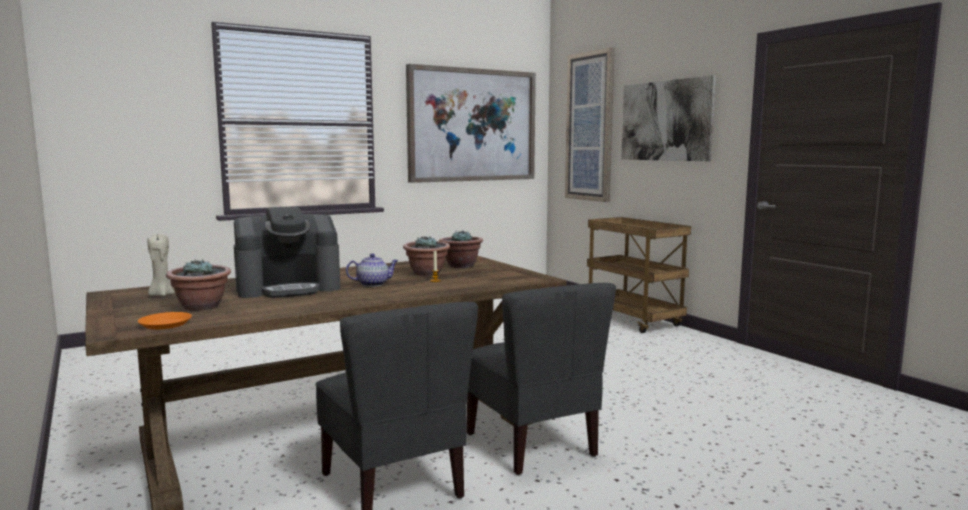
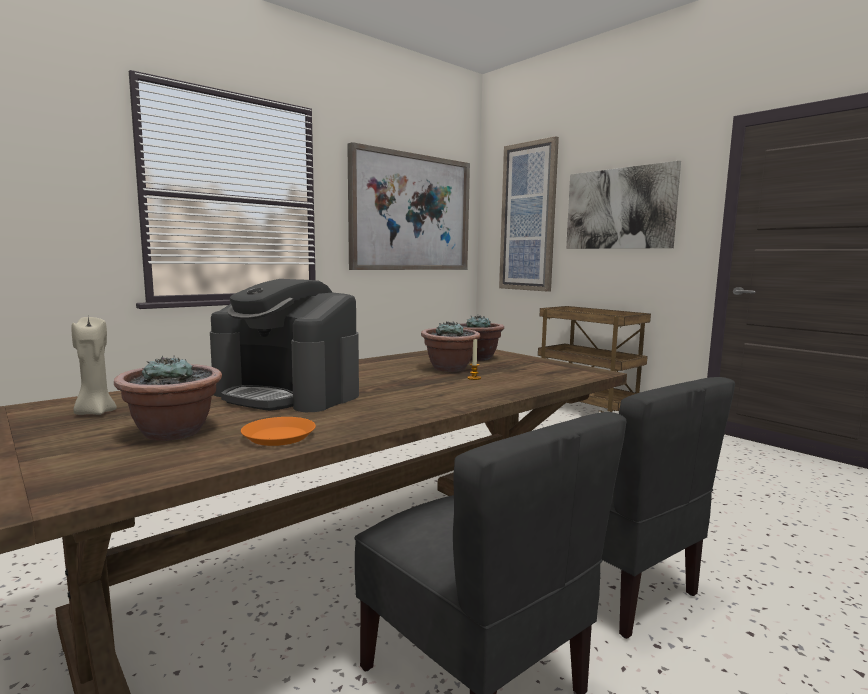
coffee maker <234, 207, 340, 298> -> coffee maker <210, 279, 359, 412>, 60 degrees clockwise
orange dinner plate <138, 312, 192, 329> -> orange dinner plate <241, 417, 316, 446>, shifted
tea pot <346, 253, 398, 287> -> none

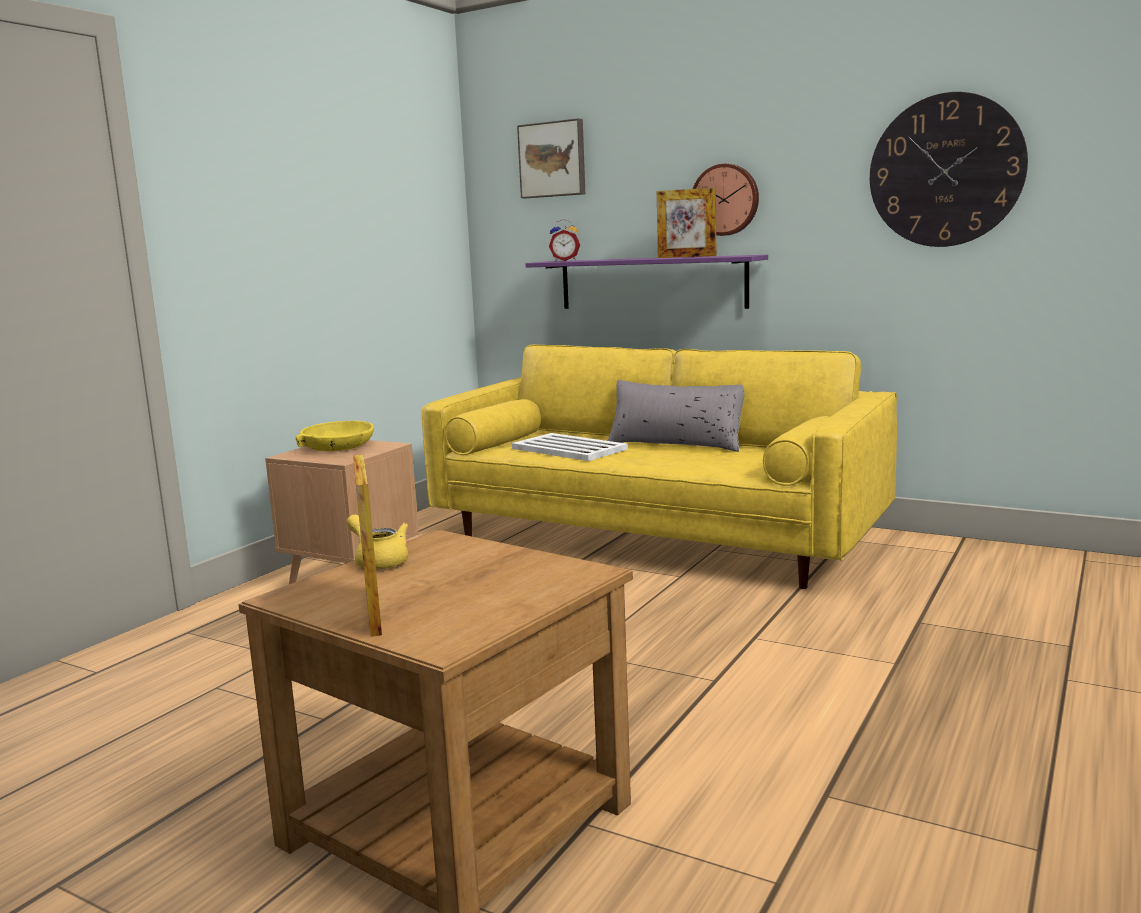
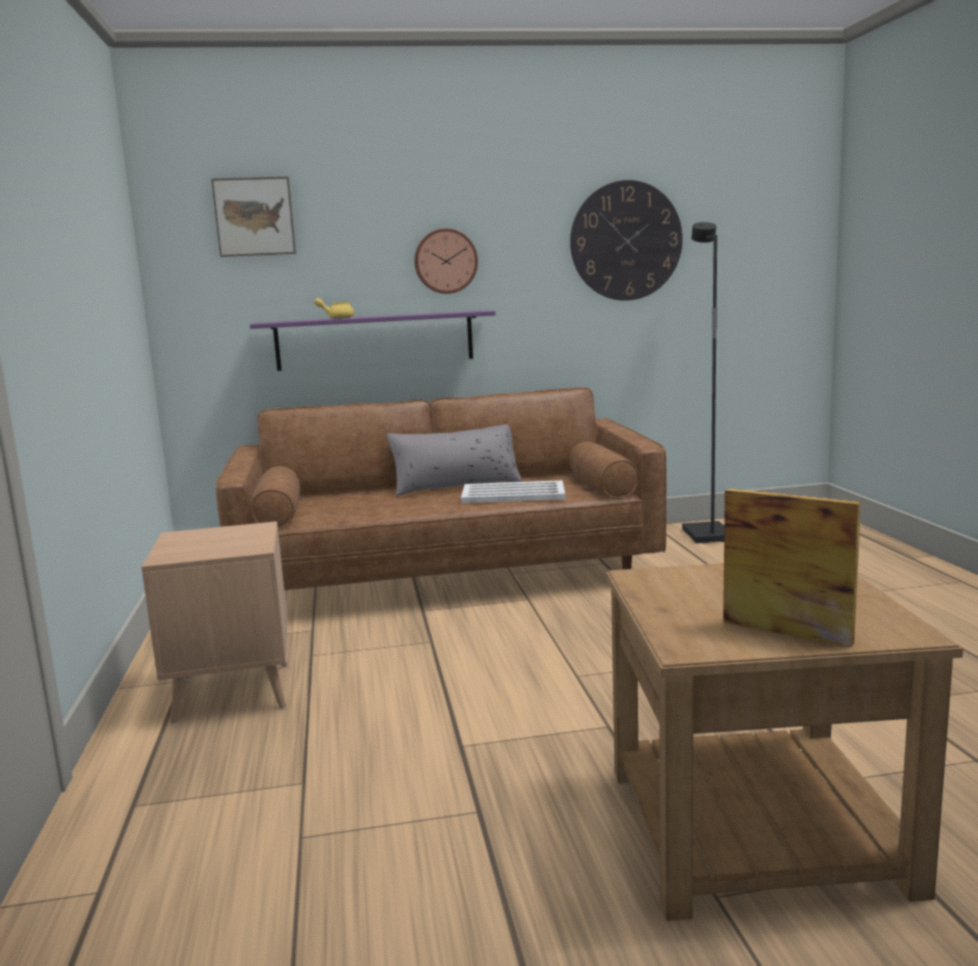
yellow couch <422, 345, 897, 589> -> brownish couch <216, 387, 666, 590>
yellow tea pot <347, 514, 408, 569> -> yellow tea pot <314, 298, 355, 319>, shifted
whitish serving tray <512, 433, 628, 461> -> whitish serving tray <461, 480, 565, 503>, shifted
none -> blackish floor lamp <682, 222, 724, 544>
yellow serving bowl <295, 421, 374, 451> -> none
bedside clock <549, 219, 580, 261> -> none
standing frame <657, 188, 716, 258> -> none

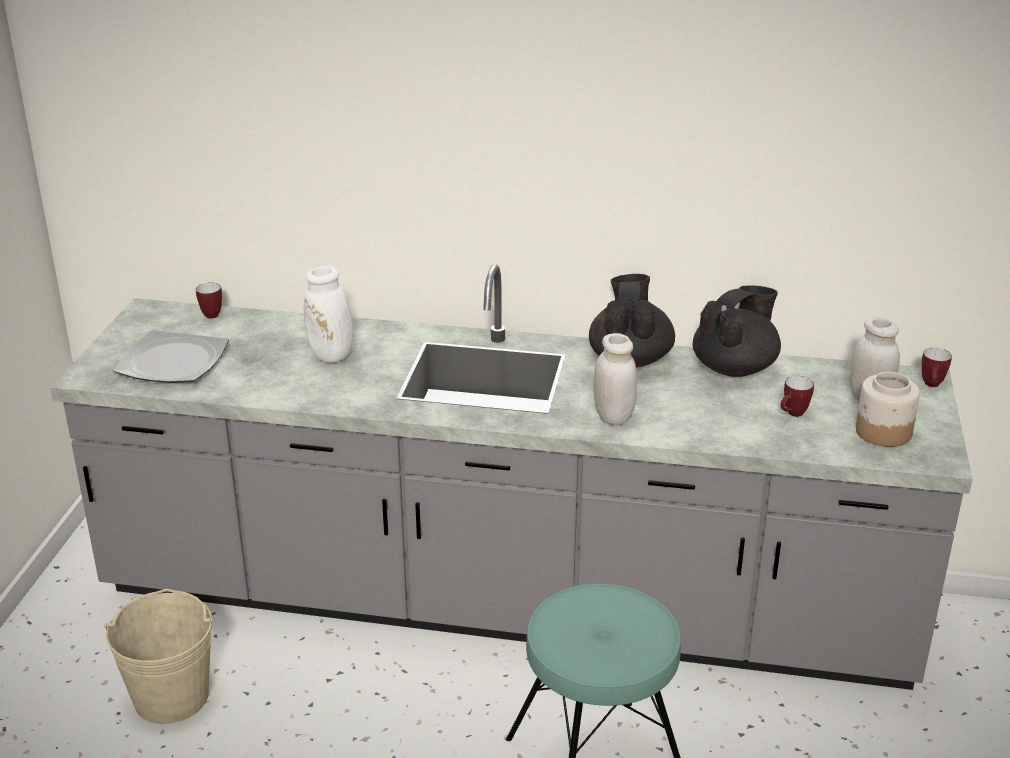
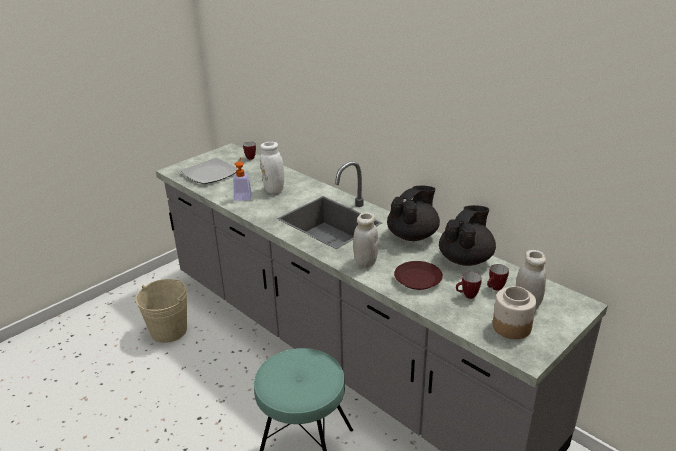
none -> liquid soap bottle <233, 158, 252, 201>
none -> brownish dinner plate <394, 261, 443, 290>
blackish tea pot <693, 286, 781, 377> -> blackish tea pot <439, 205, 496, 266>, 45 degrees counterclockwise
tea mug <922, 348, 952, 387> -> tea mug <487, 264, 509, 291>, shifted

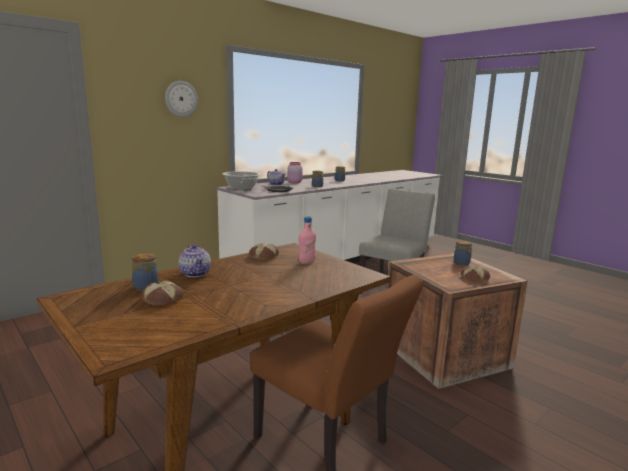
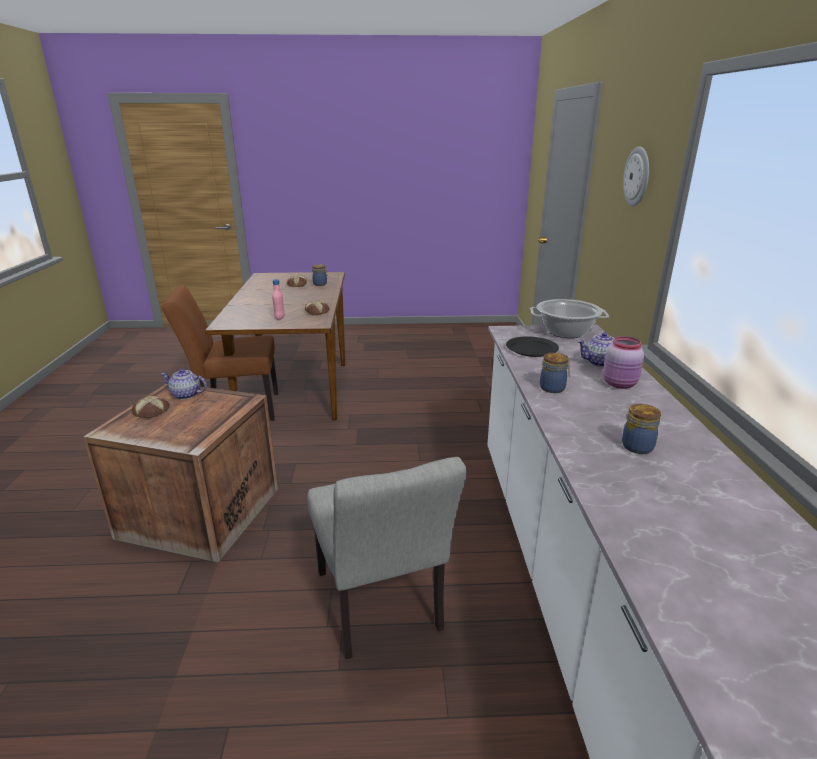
tea pot <179, 244, 211, 277> -> tea pot <161, 369, 207, 400>, shifted
jar <454, 241, 473, 265> -> none

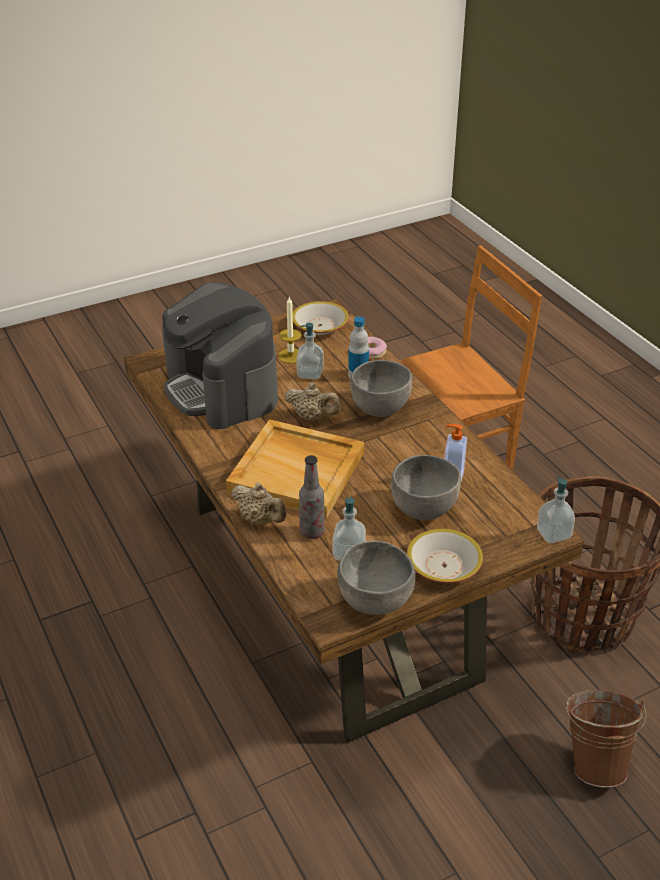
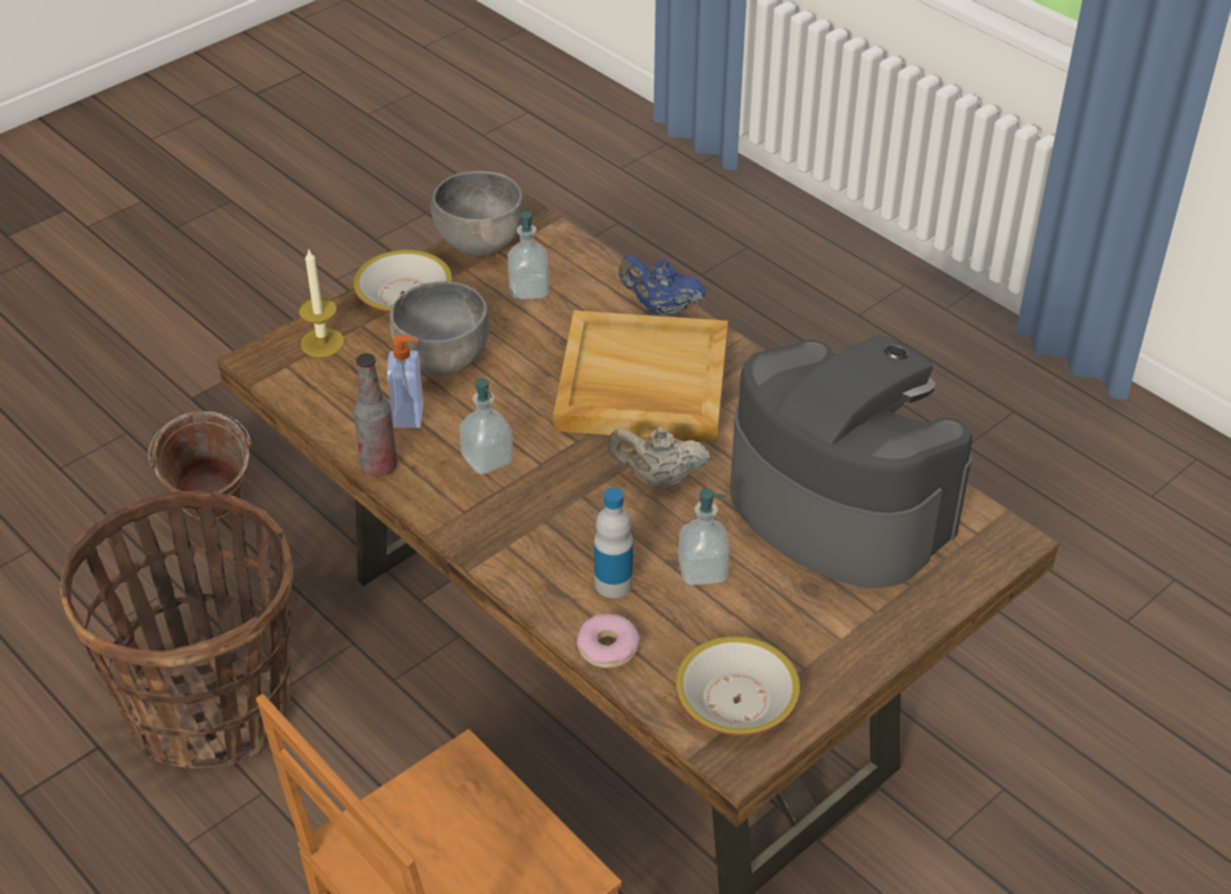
candle <278, 297, 301, 364> -> candle <299, 250, 345, 357>, shifted
bottle <299, 455, 325, 539> -> bottle <353, 353, 397, 477>, shifted
liquid soap bottle <537, 477, 575, 543> -> liquid soap bottle <459, 378, 513, 475>, shifted
beige tea pot <231, 483, 286, 525> -> blue tea pot <619, 256, 706, 317>
greyish serving bowl <350, 360, 412, 417> -> none

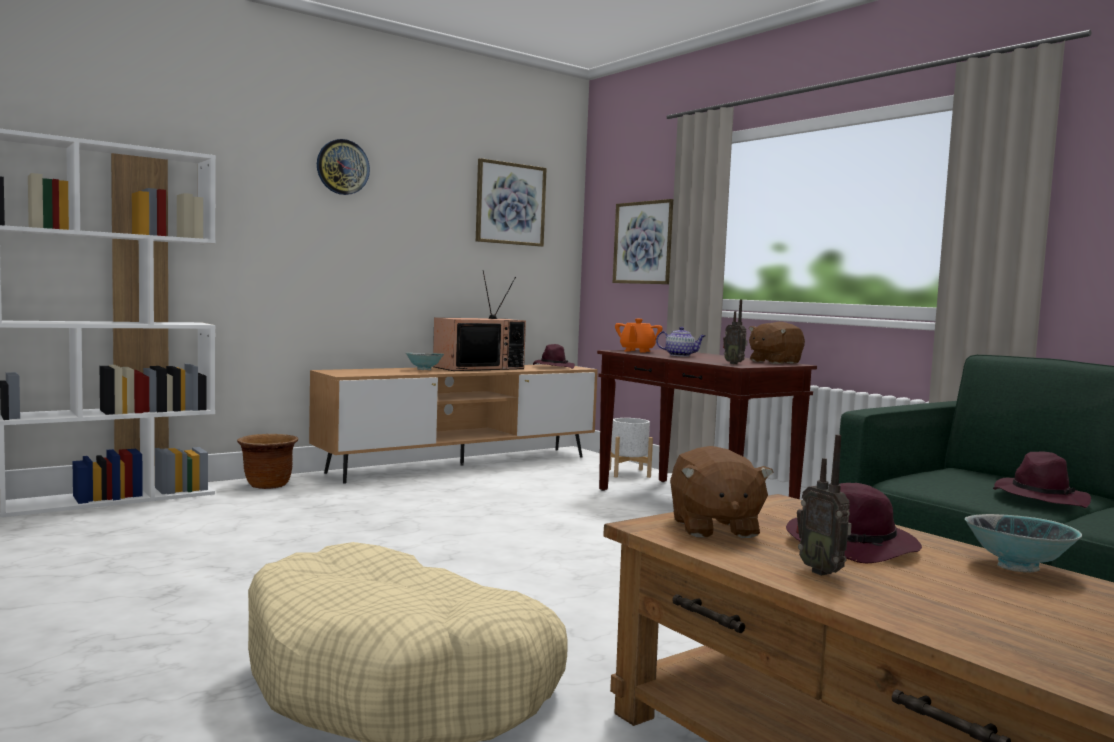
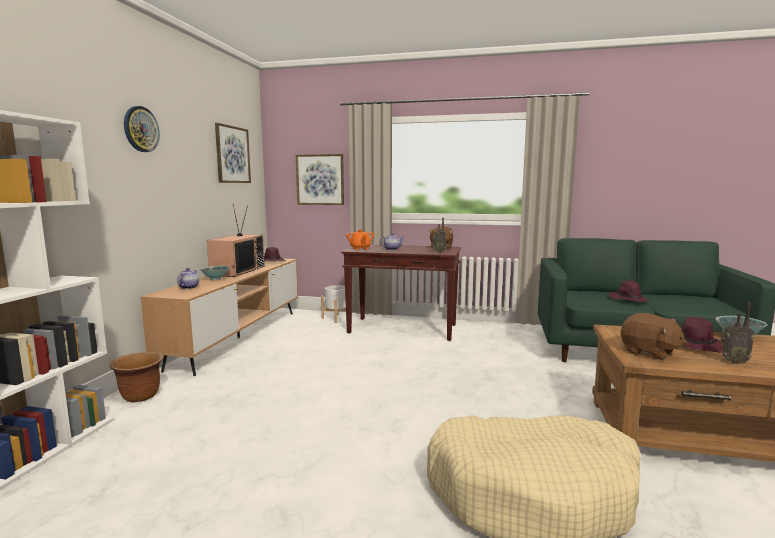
none -> tea pot <177, 268, 199, 289>

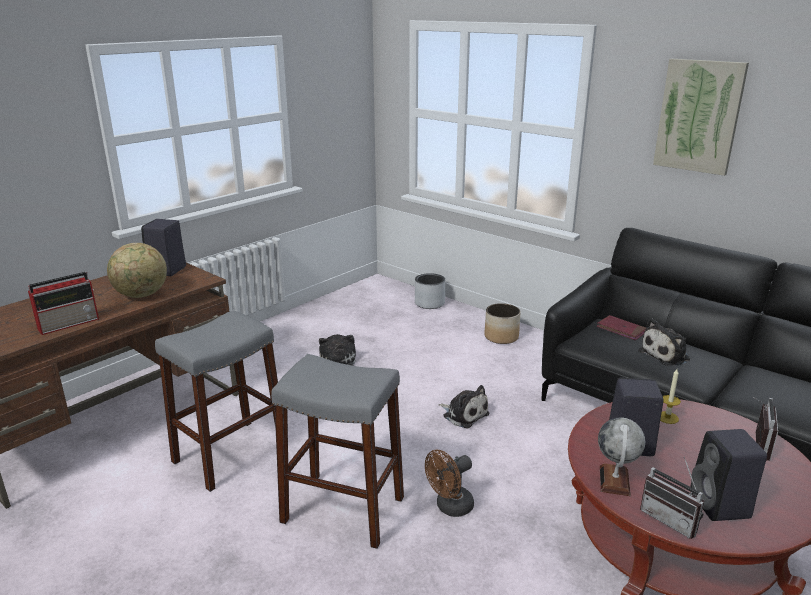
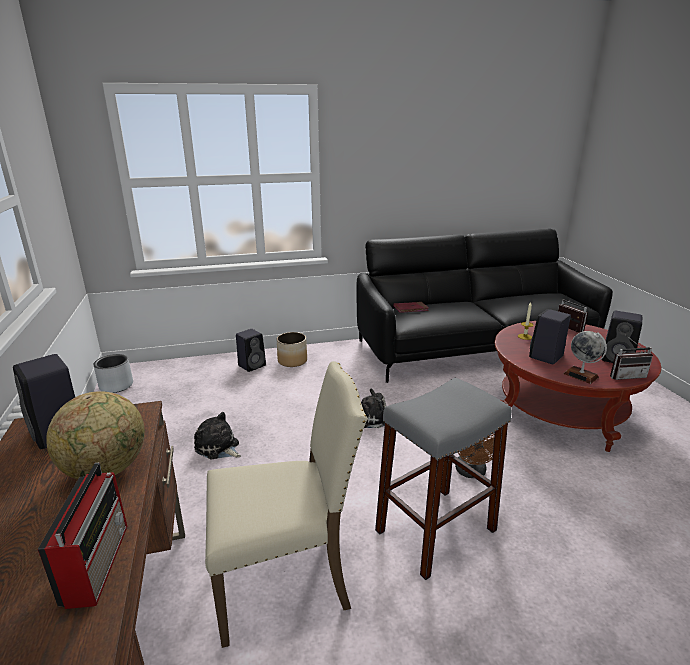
greyish flower pot <415, 273, 445, 309> -> greyish flower pot <93, 354, 133, 393>, shifted
greyish stool seat <155, 310, 278, 492> -> beige upright chair <205, 361, 368, 648>
none -> blackish speaker <236, 329, 266, 372>
plush toy <638, 318, 690, 366> -> none
wall picture <653, 59, 749, 176> -> none

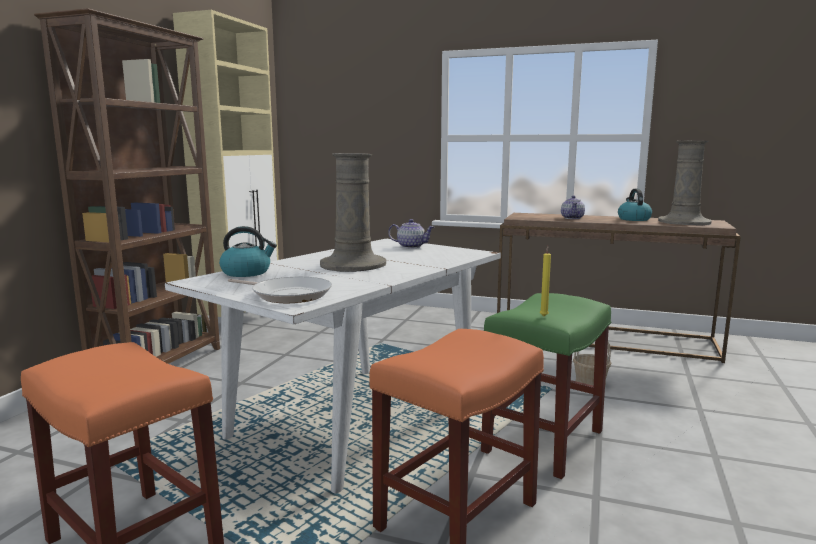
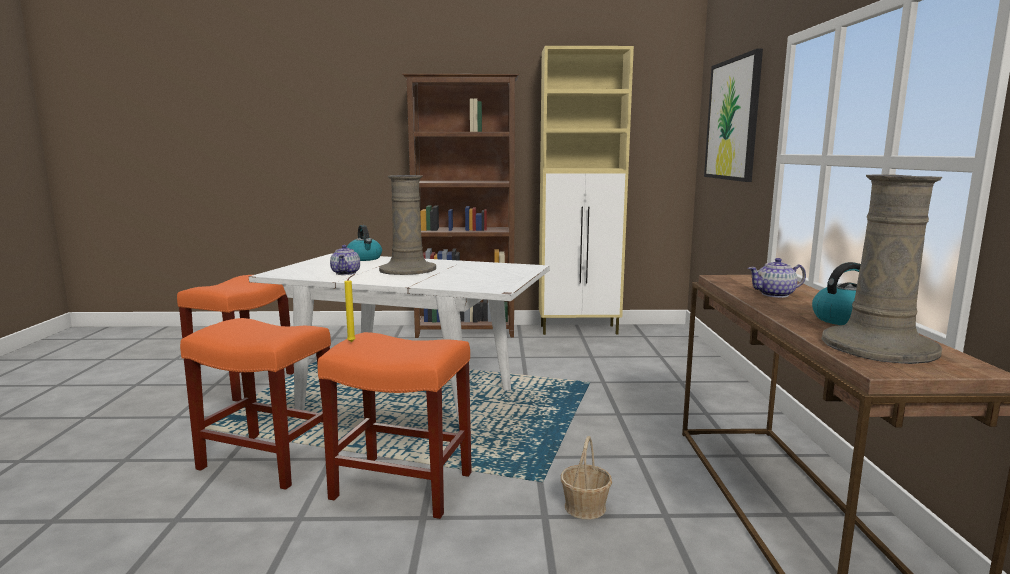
green-coloured stool seat <481, 293, 611, 479> -> orange stool seat <317, 332, 472, 519>
tea pot <388, 219, 434, 248> -> tea pot <330, 245, 360, 275>, shifted
none -> wall picture <704, 49, 763, 182>
frying pan <228, 277, 332, 303> -> none

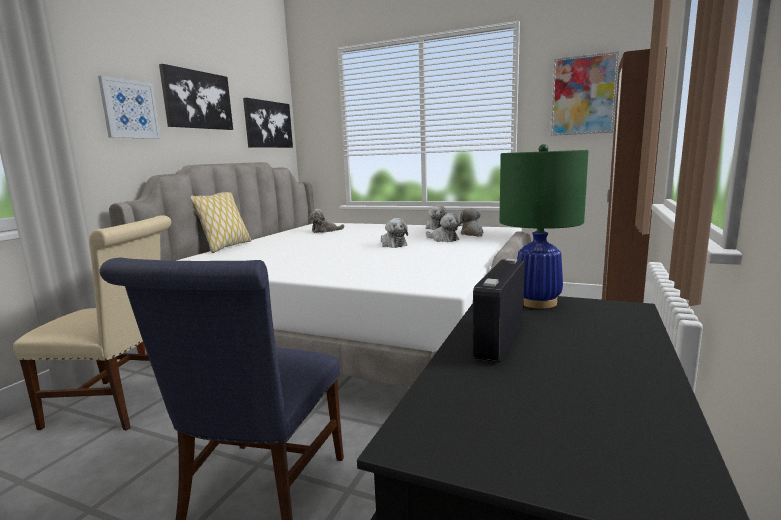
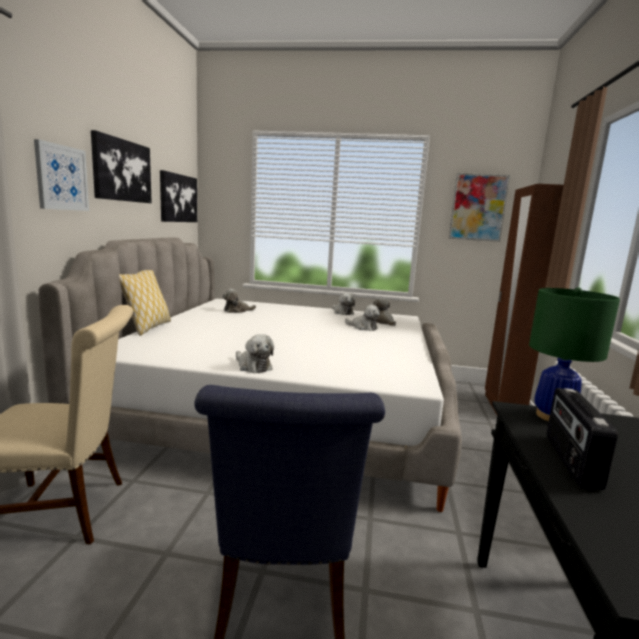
plush toy <381, 218, 408, 248> -> plush toy <236, 334, 274, 373>, shifted

